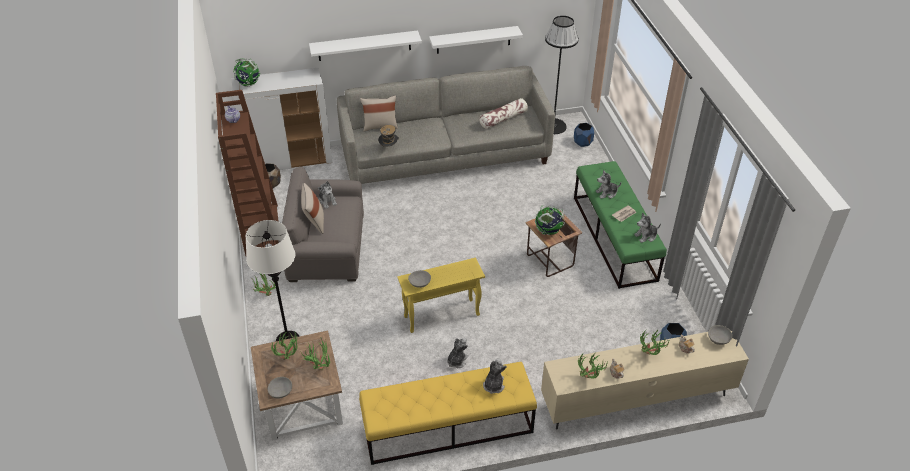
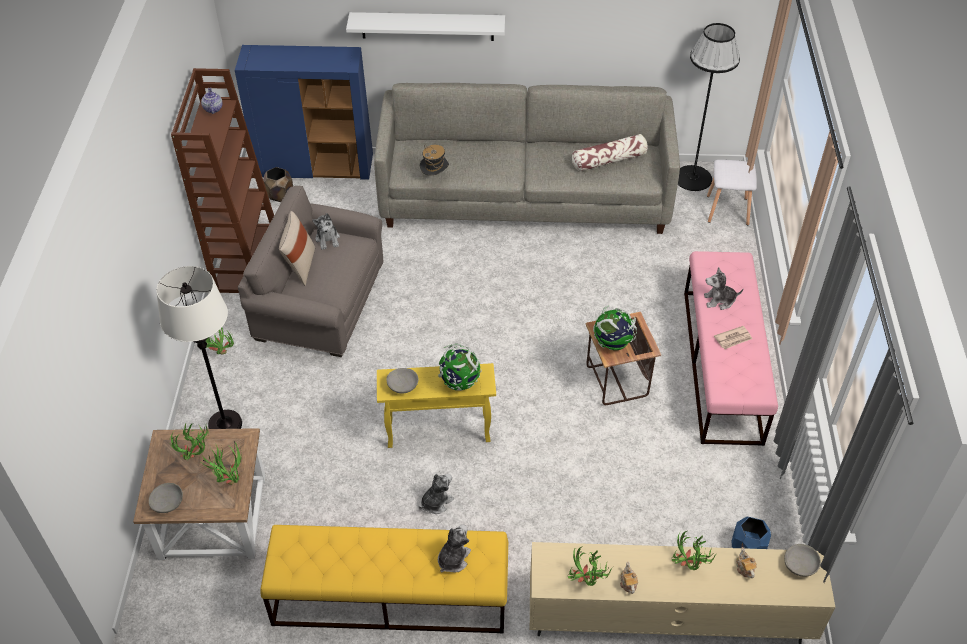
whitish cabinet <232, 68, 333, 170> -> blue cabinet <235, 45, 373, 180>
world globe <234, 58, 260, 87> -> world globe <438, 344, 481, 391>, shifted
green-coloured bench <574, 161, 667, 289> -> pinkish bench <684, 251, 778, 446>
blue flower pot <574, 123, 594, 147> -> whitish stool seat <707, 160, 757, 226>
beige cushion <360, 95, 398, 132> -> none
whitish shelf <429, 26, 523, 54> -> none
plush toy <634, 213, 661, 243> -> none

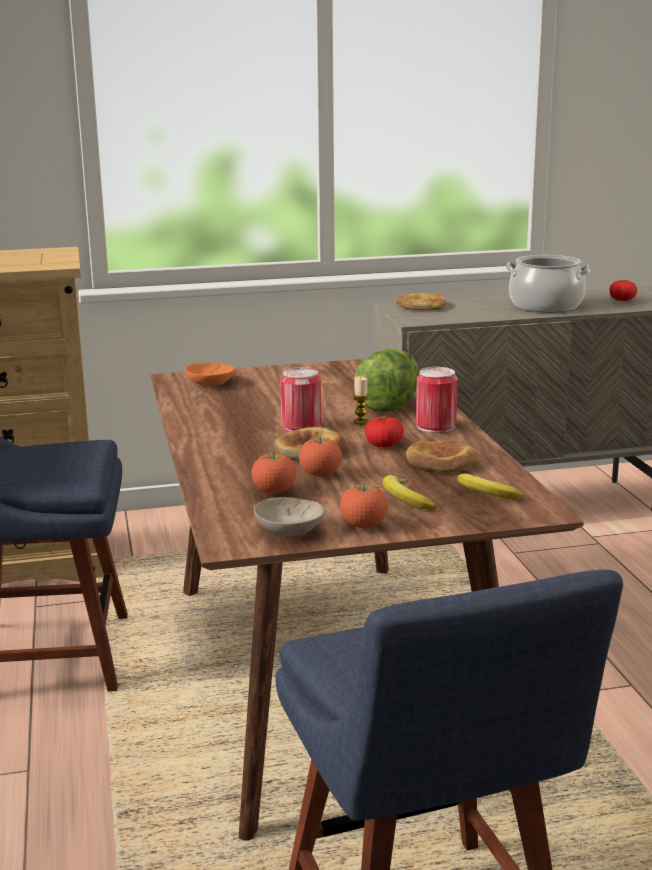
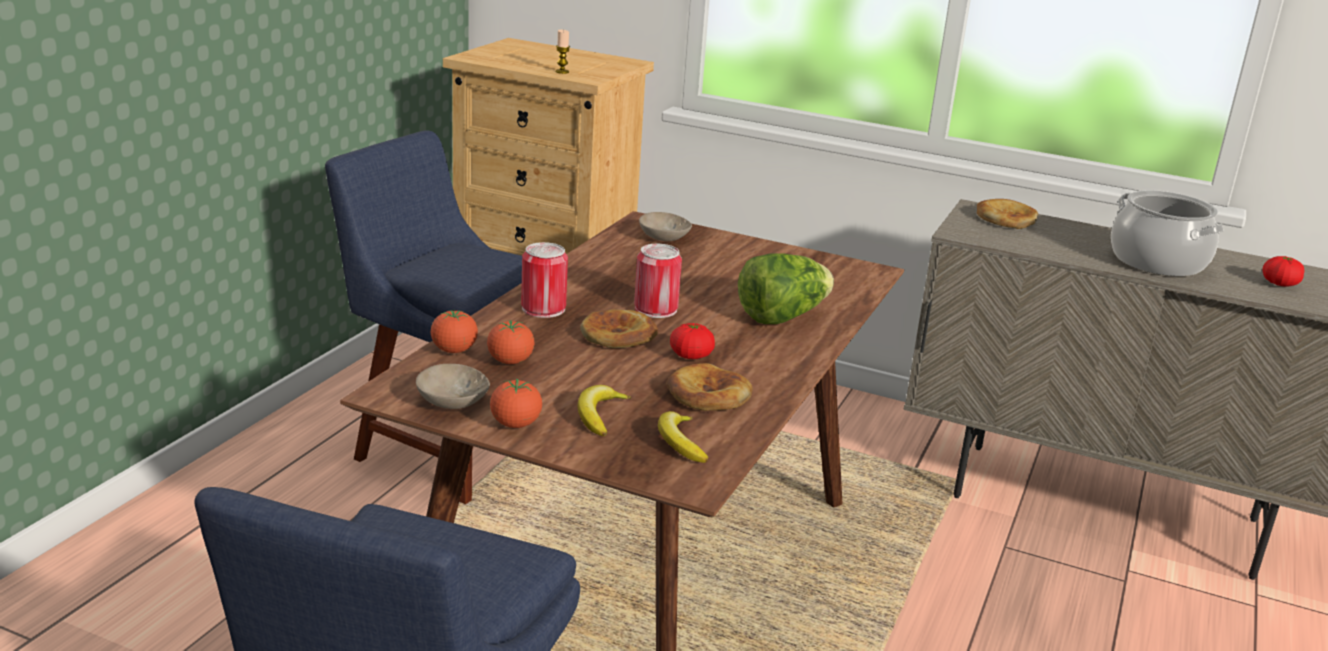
fresh tomato <299, 436, 342, 477> -> fresh tomato <431, 309, 478, 353>, shifted
metal can <416, 367, 458, 433> -> metal can <521, 242, 568, 318>, shifted
candle <353, 376, 369, 425> -> candle <555, 29, 570, 74>, shifted
orange serving bowl <185, 362, 235, 386> -> beige serving bowl <639, 212, 692, 241>

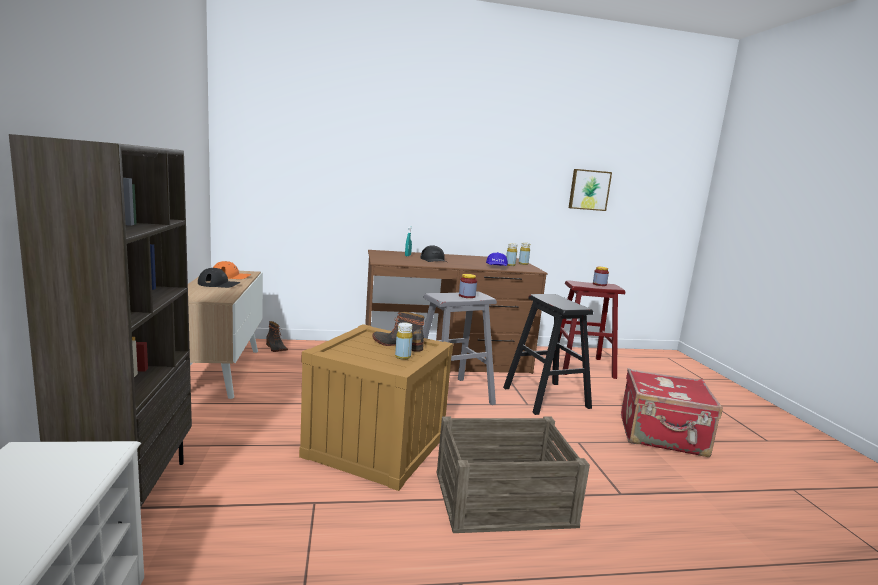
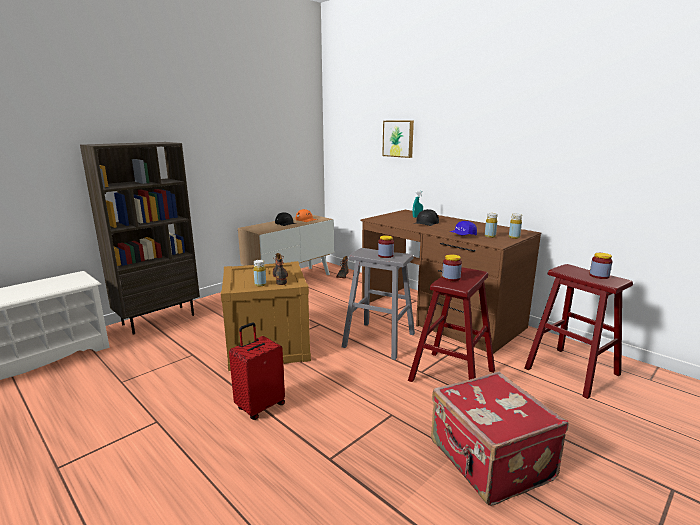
crate <436, 416, 590, 533> -> red-coloured travel case <229, 322, 285, 420>
wall picture <569, 169, 612, 211> -> wall picture <382, 121, 414, 158>, shifted
blackish stool seat <503, 294, 593, 415> -> red-coloured stool seat <408, 267, 495, 382>
none -> jar <442, 254, 462, 281>

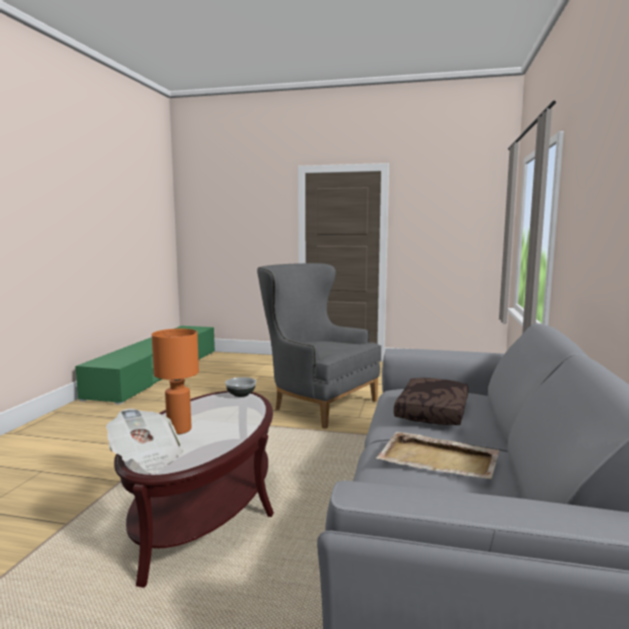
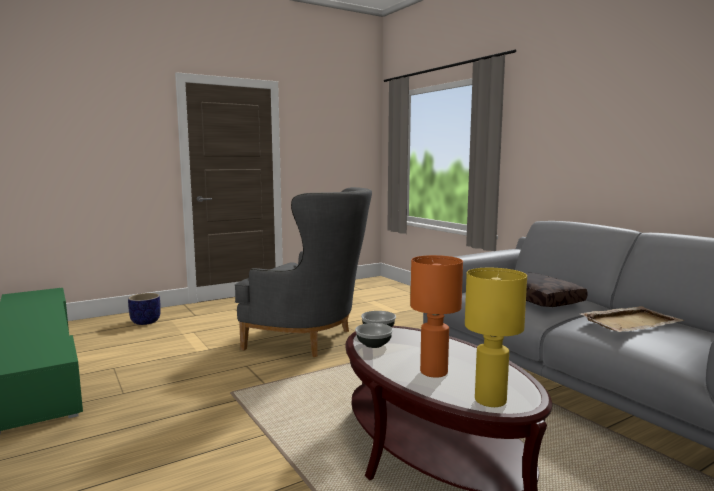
none -> flower pot <128, 293, 161, 325>
greyish armchair <257, 263, 382, 429> -> greyish armchair <235, 187, 372, 357>, 150 degrees counterclockwise
none -> serving bowl <355, 323, 393, 348>
printed paper <106, 408, 183, 473> -> yellow table lamp <465, 268, 527, 407>

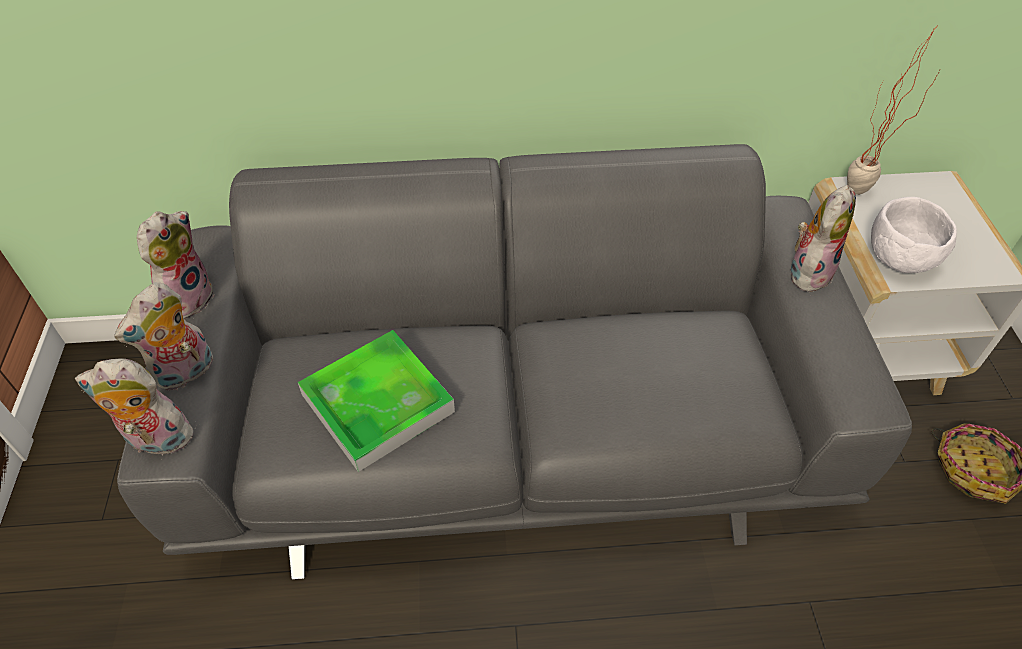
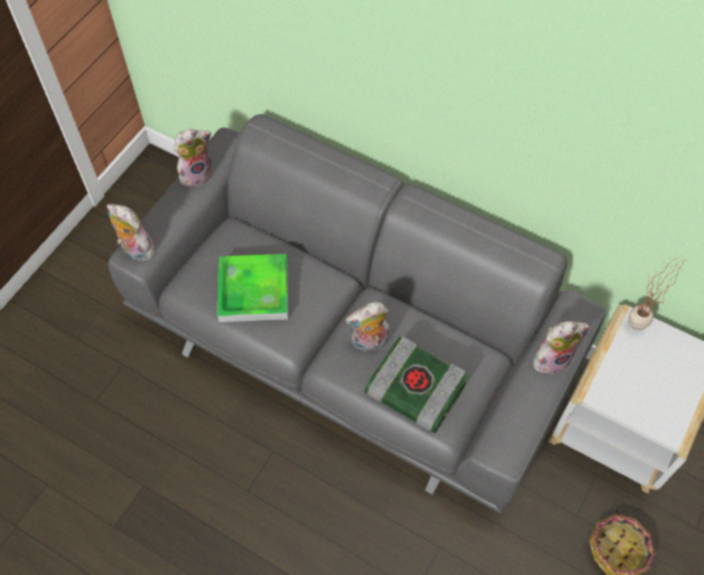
plush toy <114, 282, 213, 391> -> plush toy <345, 302, 389, 352>, shifted
none -> book <364, 337, 468, 433>
whitish serving bowl <871, 197, 957, 273> -> none

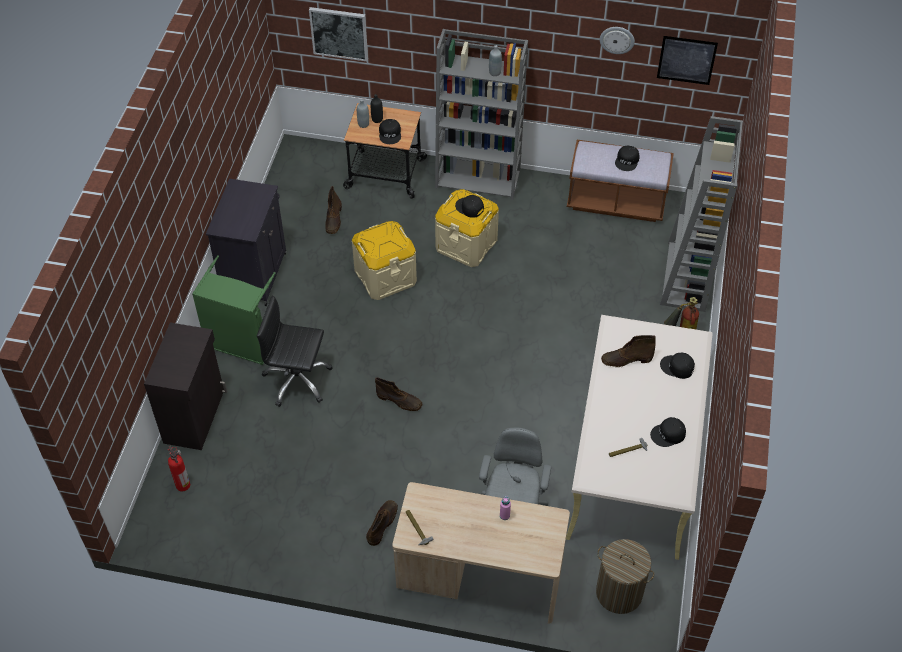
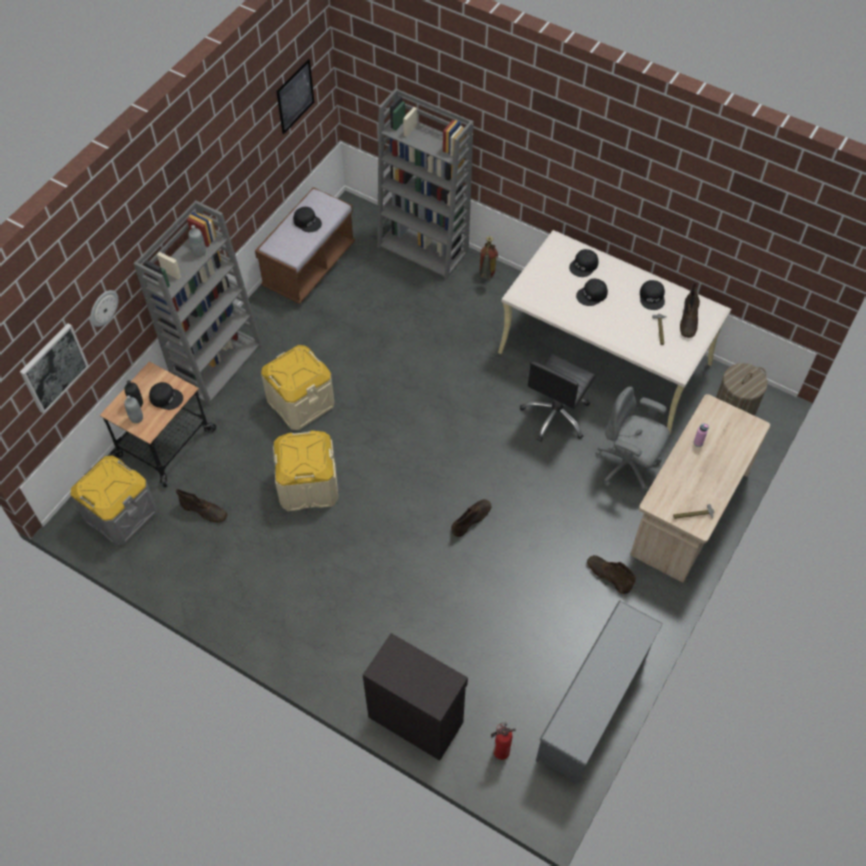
none -> greyish storage bin <71, 456, 156, 545>
clock on the wall <600, 27, 635, 54> -> clock on the wall <91, 290, 119, 327>, shifted
blackish computer chair <257, 296, 333, 407> -> blackish computer chair <520, 354, 596, 442>, shifted
none -> greyish shoe stand <536, 600, 663, 783>
blackish baseball cap <455, 195, 484, 218> -> blackish baseball cap <576, 279, 608, 306>, shifted
brownish boot <601, 335, 656, 367> -> brownish boot <680, 282, 700, 338>, shifted
green-coloured hamper <192, 255, 276, 365> -> none
blackish cabinet <206, 179, 286, 306> -> none

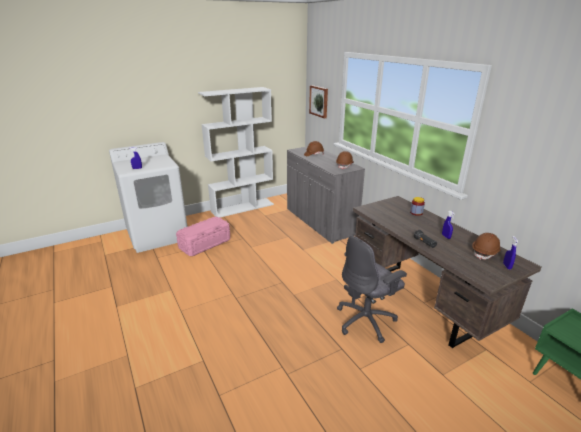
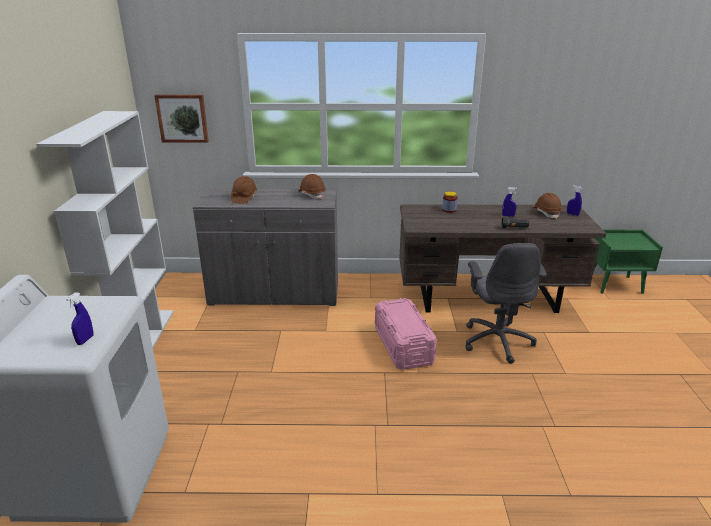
pinkish storage bin <176, 217, 230, 256> -> pinkish storage bin <375, 298, 437, 370>, shifted

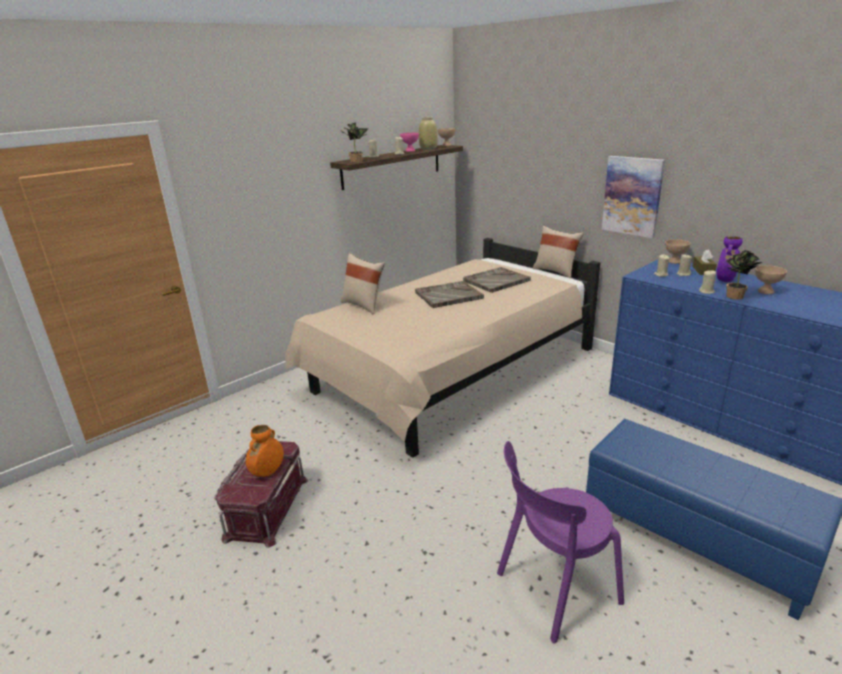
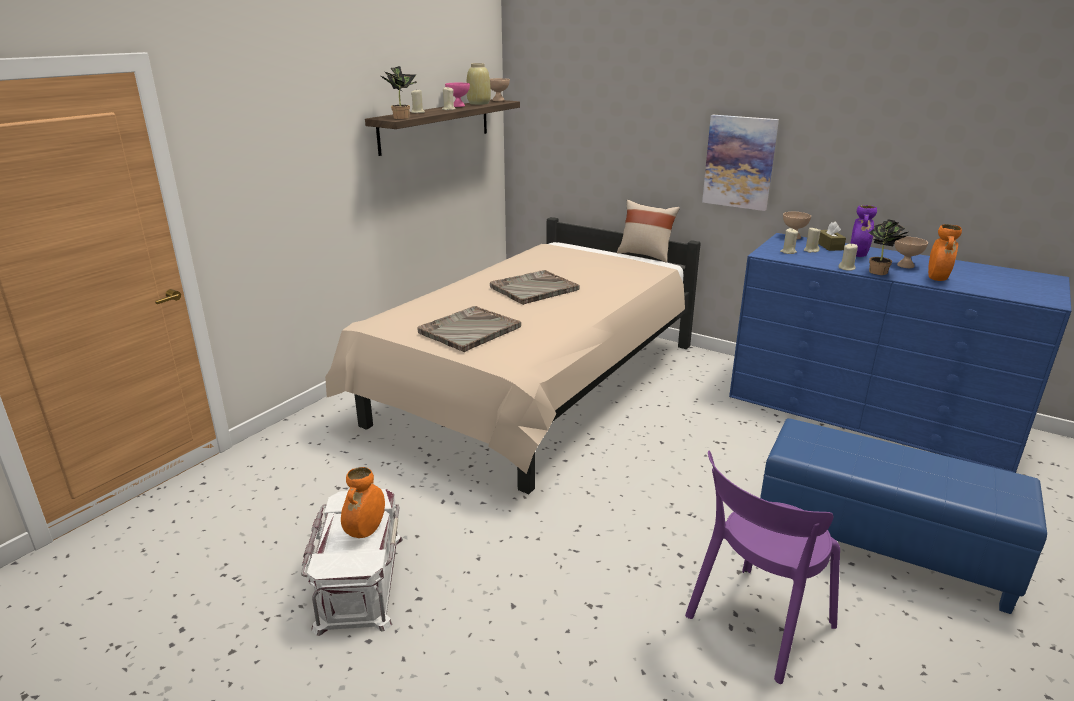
red-coloured storage bin <214, 441, 308, 548> -> whitish storage bin <301, 489, 403, 636>
greyish serving tray <463, 267, 531, 293> -> greyish serving tray <417, 306, 521, 352>, shifted
none -> orange vase <928, 224, 962, 281>
beige cushion <341, 253, 385, 315> -> none

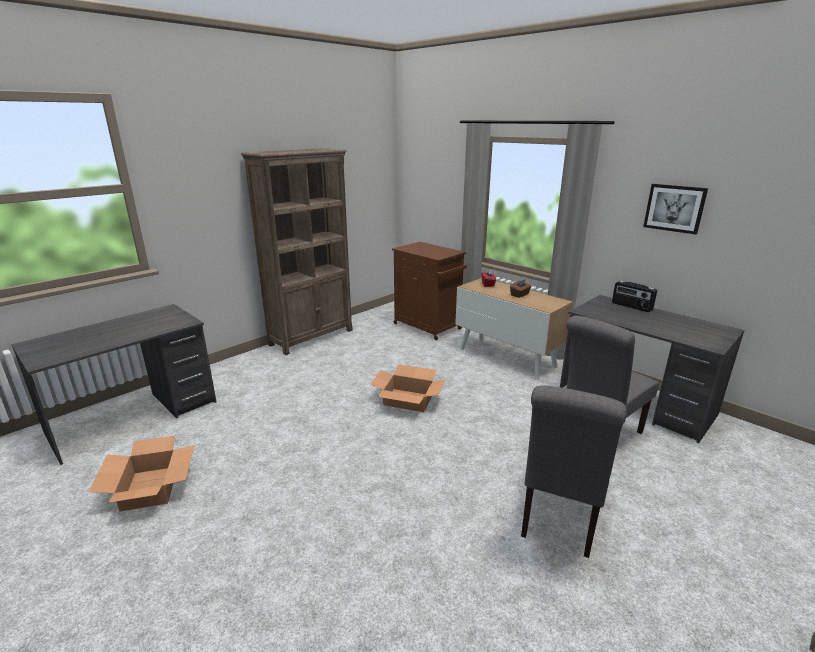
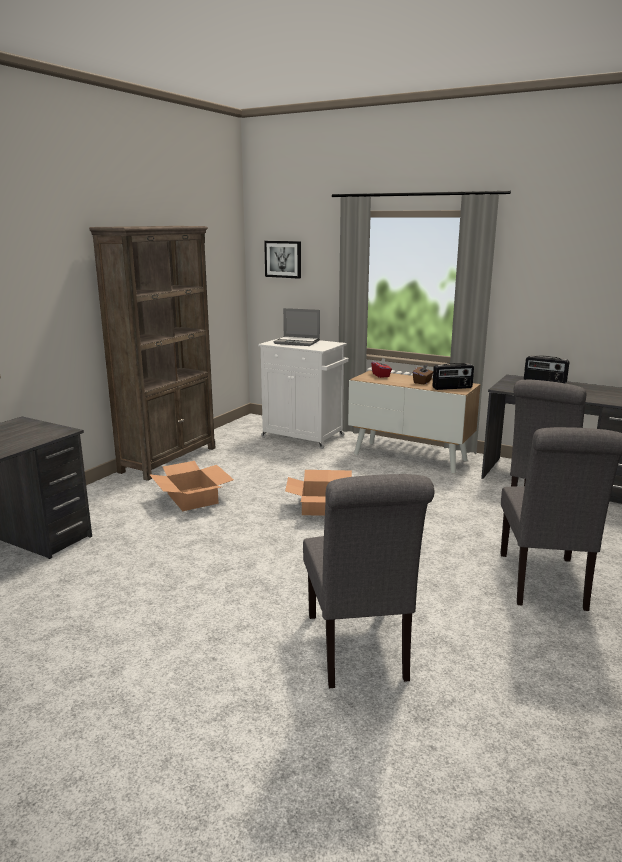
cardboard box <89, 436, 194, 511> -> cardboard box <149, 461, 234, 511>, shifted
brownish cabinet <392, 242, 467, 340> -> whitish cabinet <258, 338, 349, 449>
wall picture <643, 184, 708, 235> -> wall picture <264, 241, 301, 279>, shifted
none -> notebook computer <273, 308, 320, 346>
none -> greyish upright chair <303, 474, 434, 688>
none -> radio set <432, 363, 474, 390>

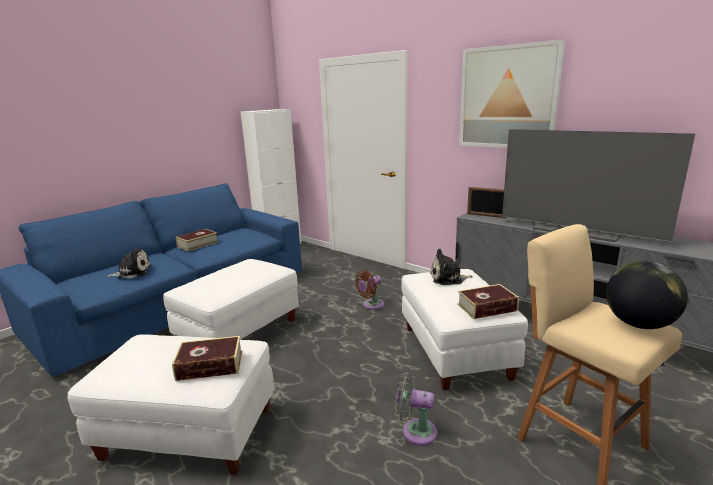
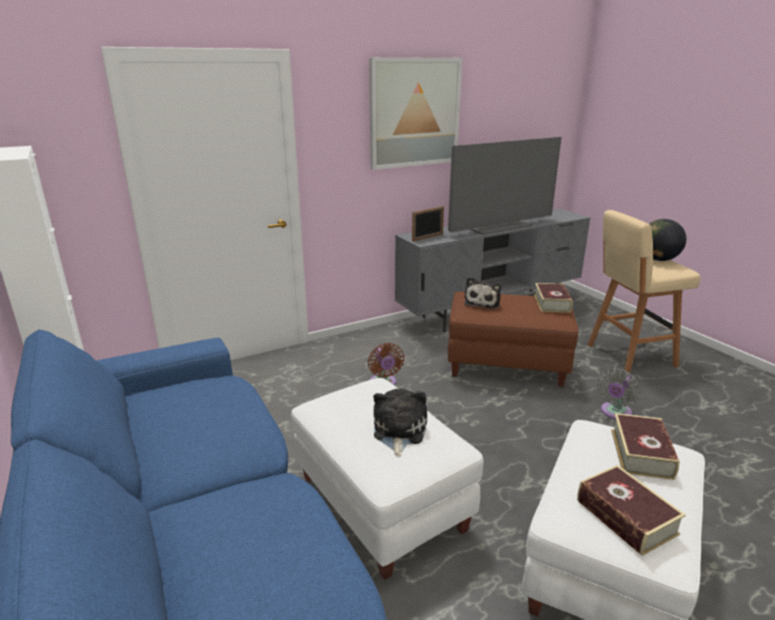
plush toy <106, 247, 151, 279> -> plush toy <373, 389, 427, 457>, shifted
whitish pouffe <401, 269, 528, 391> -> brownish pouffe <448, 292, 578, 386>
book <176, 229, 218, 251> -> book <577, 465, 686, 556>, shifted

